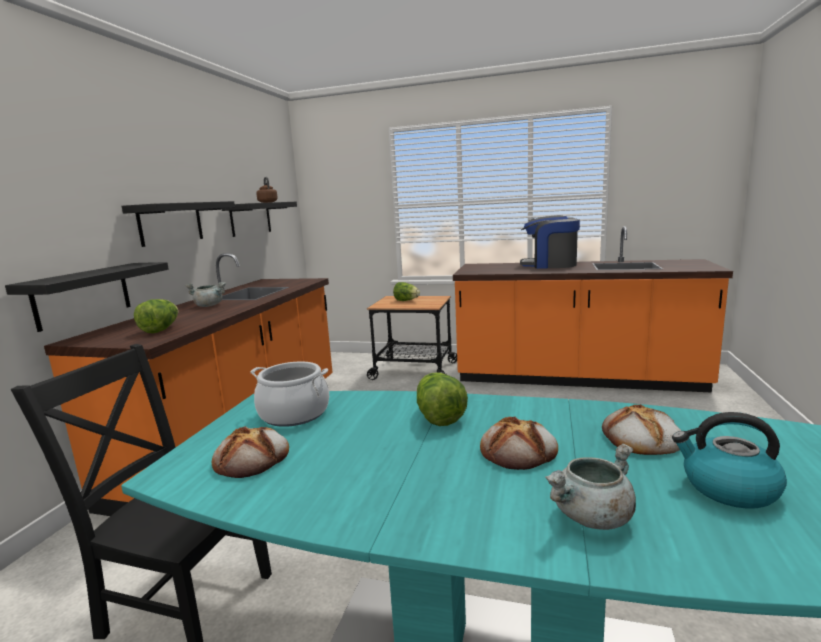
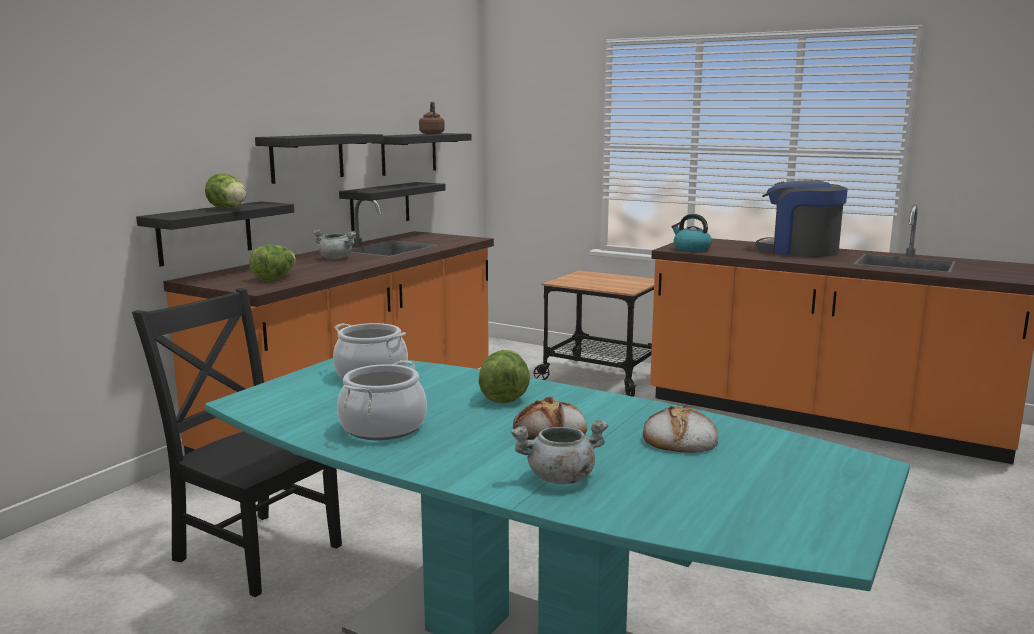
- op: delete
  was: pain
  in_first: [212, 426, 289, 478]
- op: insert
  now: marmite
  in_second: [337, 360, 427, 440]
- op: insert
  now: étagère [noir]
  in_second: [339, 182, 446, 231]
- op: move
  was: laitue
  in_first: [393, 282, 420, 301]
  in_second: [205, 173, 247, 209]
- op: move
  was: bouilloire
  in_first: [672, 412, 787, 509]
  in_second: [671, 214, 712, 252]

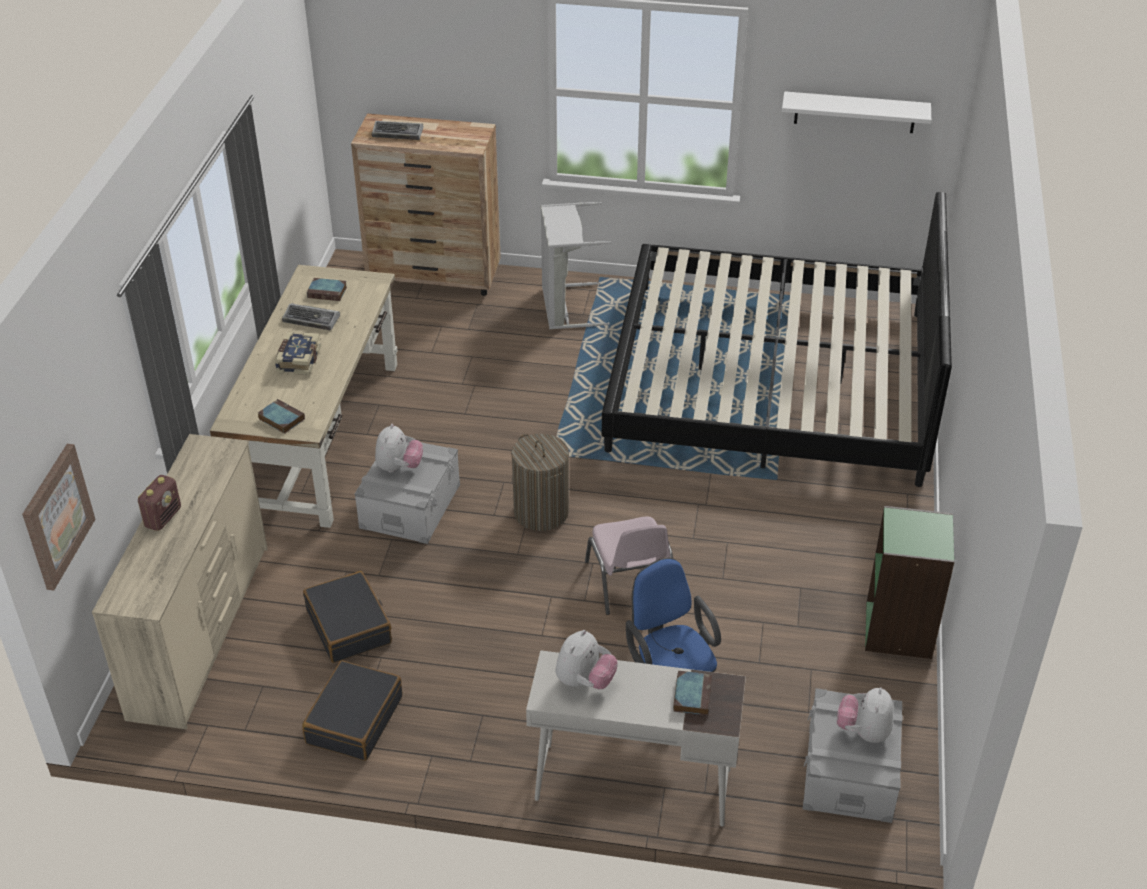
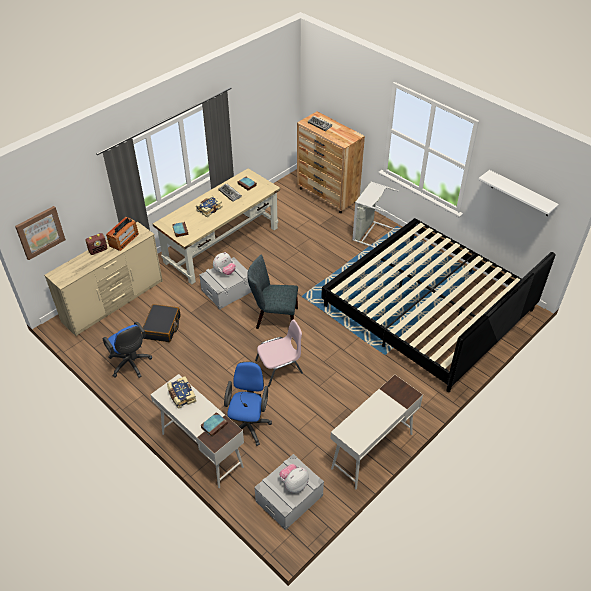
- op: insert
  now: radio
  in_second: [106, 217, 139, 251]
- op: replace
  was: valise [noir]
  now: chaise de bureau [bleu]
  in_first: [302, 660, 402, 761]
  in_second: [103, 322, 152, 378]
- op: replace
  was: panier à linge
  now: chaise [gris]
  in_first: [511, 434, 569, 531]
  in_second: [247, 255, 298, 329]
- op: replace
  was: peluche
  now: livre
  in_first: [556, 630, 618, 689]
  in_second: [167, 376, 196, 408]
- op: replace
  was: bibliothèque [vert]
  now: bureau [blanc]
  in_first: [865, 506, 954, 659]
  in_second: [330, 375, 423, 490]
- op: rotate
  was: chaise [rose]
  in_first: [585, 516, 673, 615]
  in_second: [255, 320, 303, 386]
  clockwise: -135

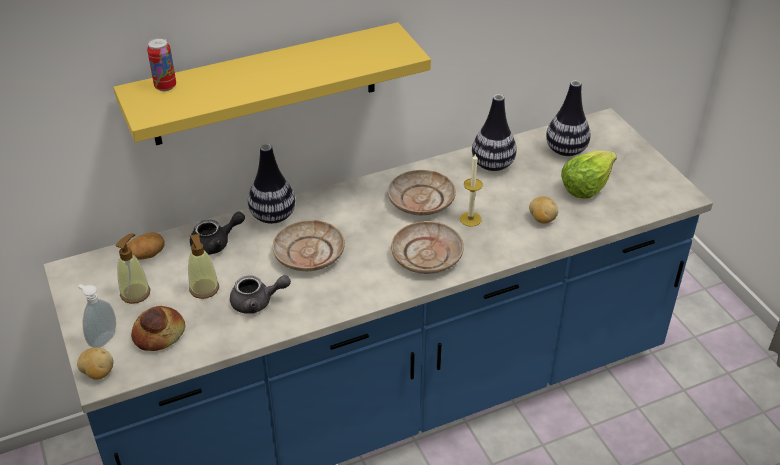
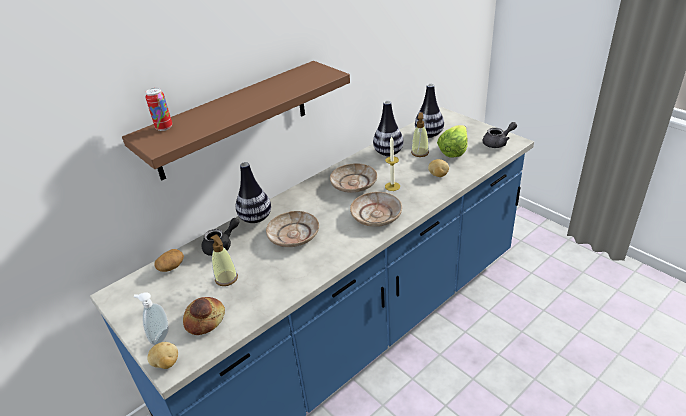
- op: move
  was: distributeur de savon
  in_first: [115, 233, 150, 304]
  in_second: [411, 112, 429, 157]
- op: move
  was: théière [gris]
  in_first: [230, 275, 291, 314]
  in_second: [483, 122, 517, 148]
- op: recolor
  was: étagère [jaune]
  now: étagère [marron]
  in_first: [114, 22, 431, 145]
  in_second: [122, 61, 350, 180]

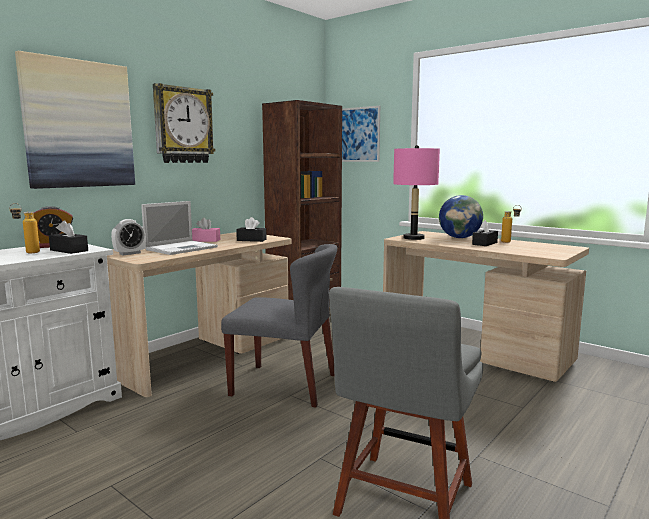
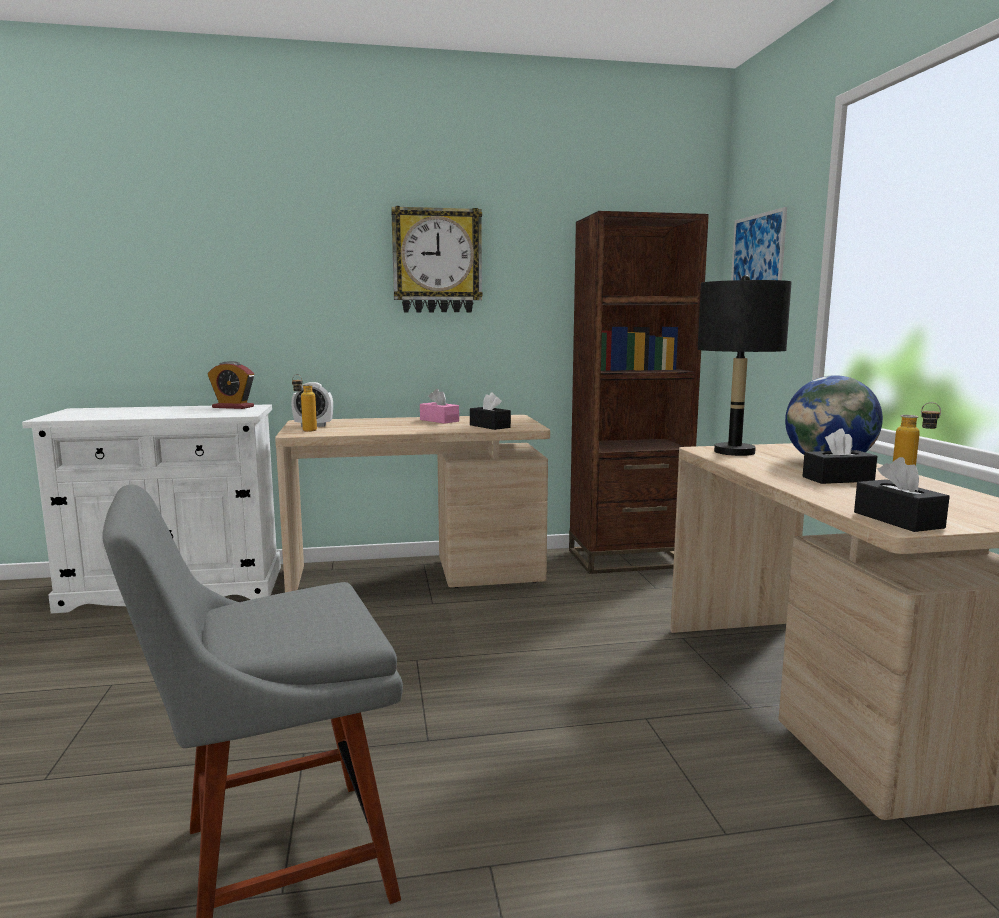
- op: delete
  was: tableau
  in_first: [15, 51, 135, 189]
- op: delete
  was: ordinateur portable
  in_first: [141, 201, 218, 255]
- op: delete
  was: chaise [gris]
  in_first: [221, 244, 337, 407]
- op: move
  was: bouteille
  in_first: [9, 203, 40, 253]
  in_second: [292, 374, 317, 432]
- op: move
  was: boîte à mouchoirs [noir]
  in_first: [49, 220, 88, 254]
  in_second: [854, 457, 950, 532]
- op: recolor
  was: lampe de table [rose]
  now: lampe de table [noir]
  in_first: [393, 145, 440, 240]
  in_second: [697, 275, 792, 456]

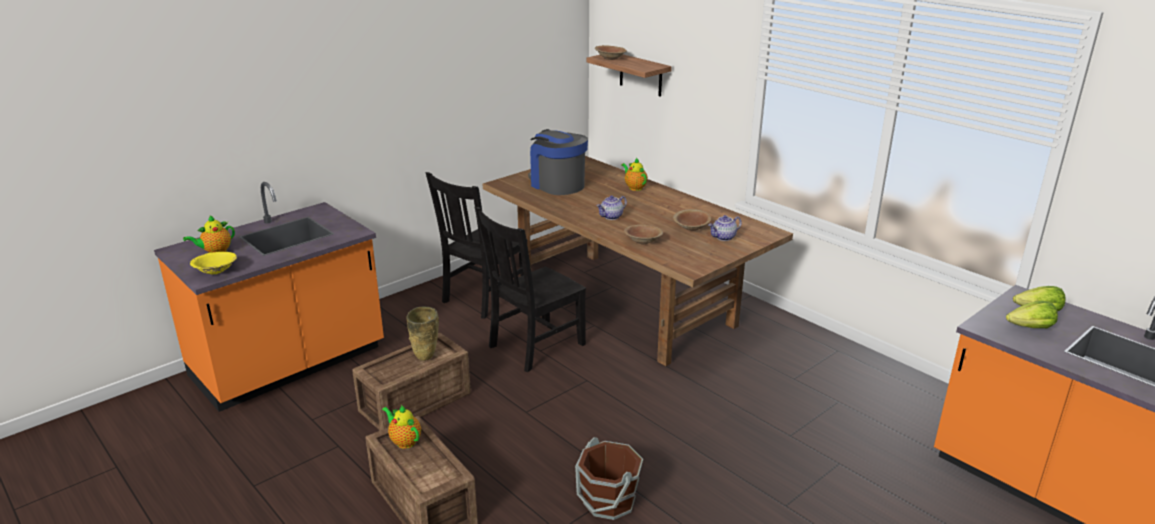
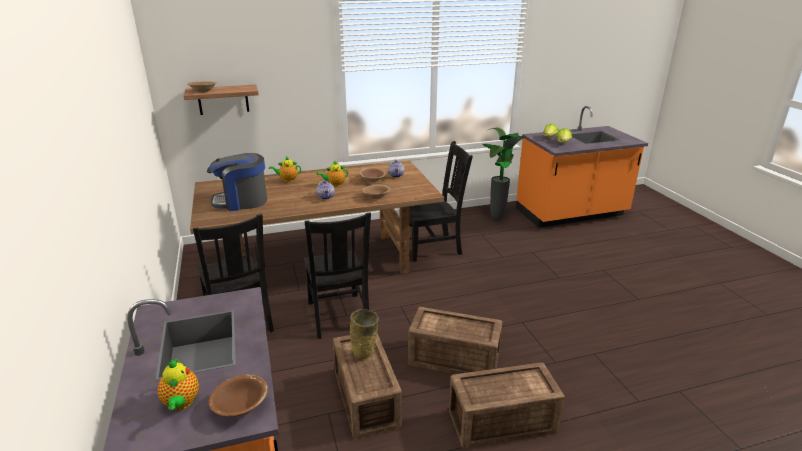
- op: delete
  was: seau [marron]
  in_first: [575, 437, 643, 520]
- op: insert
  now: caisse
  in_second: [408, 307, 502, 374]
- op: insert
  now: chaise [noir]
  in_second: [409, 141, 473, 262]
- op: insert
  now: plante en pot
  in_second: [482, 128, 525, 220]
- op: move
  was: théière
  in_first: [382, 405, 421, 449]
  in_second: [317, 160, 348, 187]
- op: recolor
  was: bol [jaune]
  now: bol [marron]
  in_first: [190, 252, 237, 274]
  in_second: [209, 374, 268, 417]

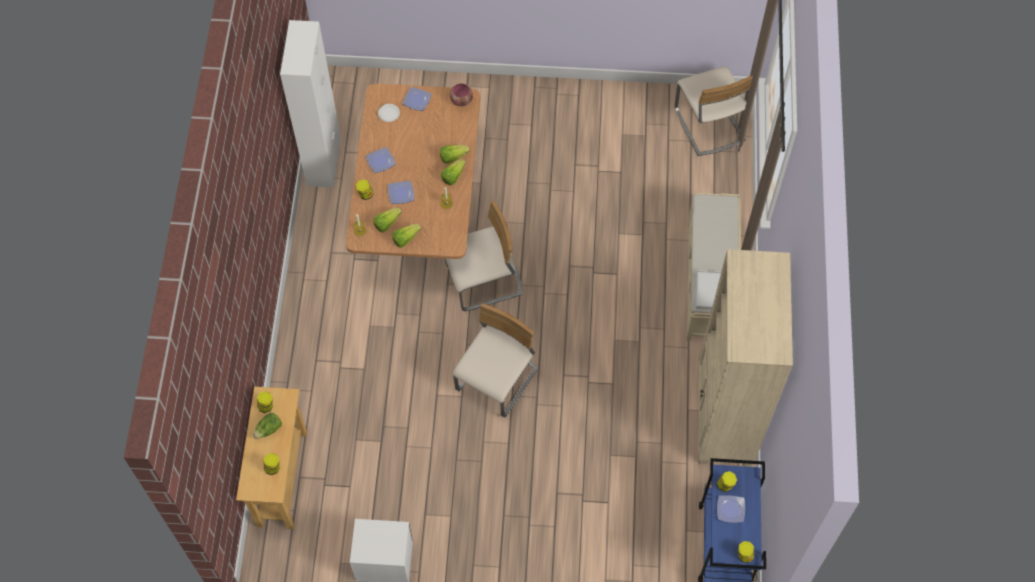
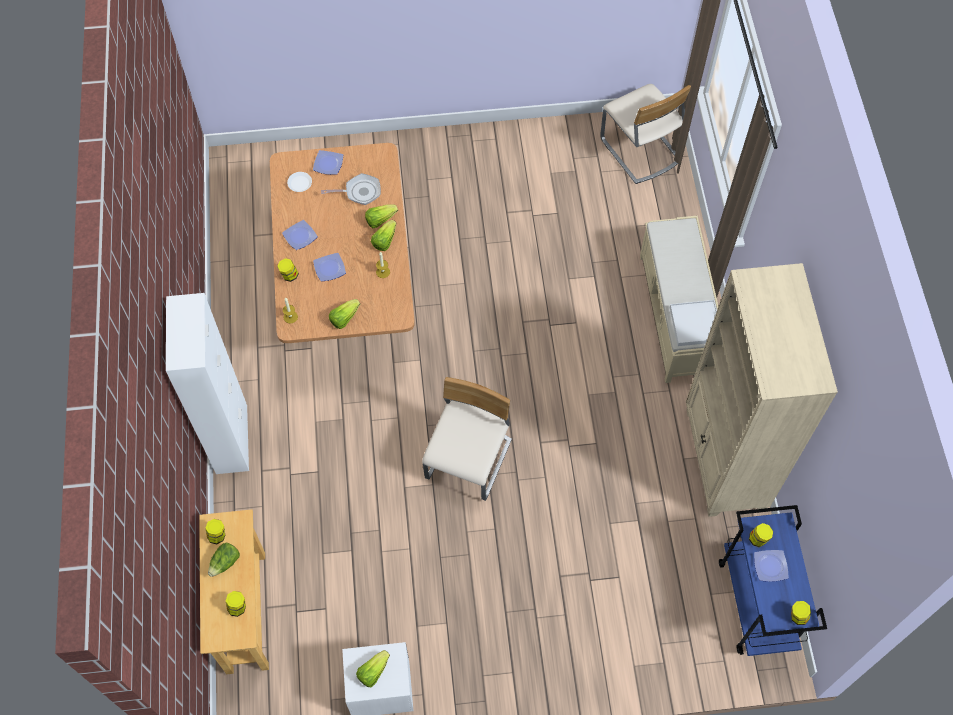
- op: delete
  was: chaise [beige]
  in_first: [445, 201, 523, 311]
- op: delete
  was: bol
  in_first: [450, 83, 473, 106]
- op: insert
  now: poêle
  in_second: [321, 173, 381, 205]
- op: move
  was: meuble de rangement [blanc]
  in_first: [280, 20, 341, 188]
  in_second: [166, 293, 249, 474]
- op: move
  was: laitue
  in_first: [373, 208, 402, 232]
  in_second: [356, 650, 390, 687]

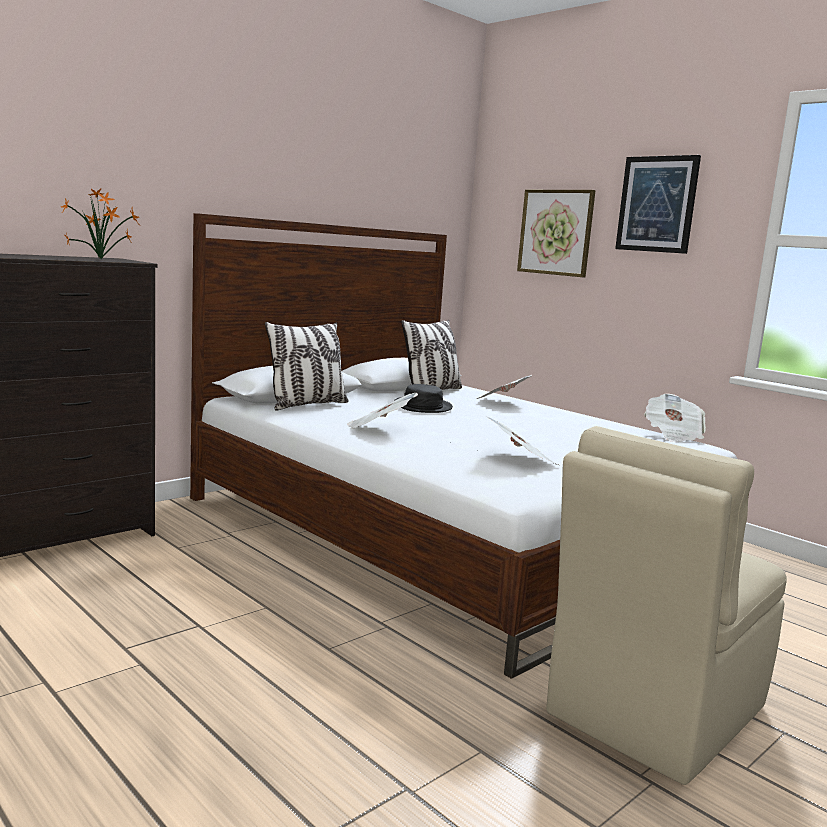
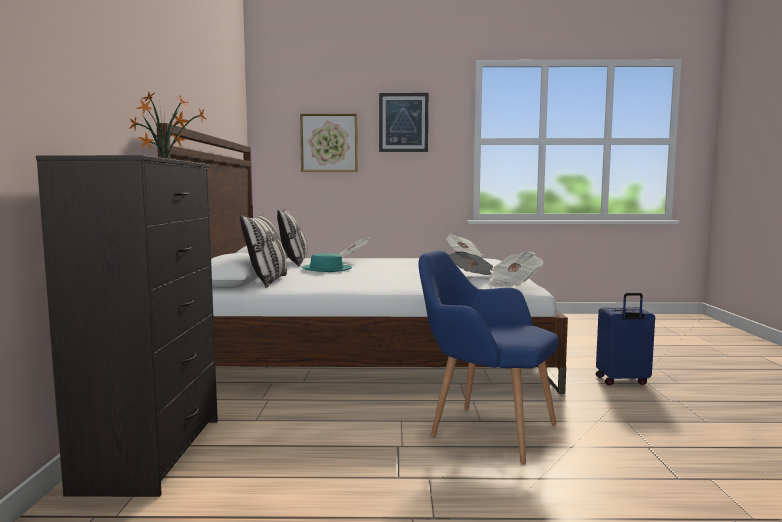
- op: insert
  now: fauteuil [bleu]
  in_second: [419, 250, 558, 464]
- op: move
  was: journal
  in_first: [347, 393, 418, 429]
  in_second: [488, 252, 543, 287]
- op: replace
  was: chaise [beige]
  now: valise [bleu]
  in_first: [546, 426, 787, 785]
  in_second: [596, 293, 655, 385]
- op: recolor
  was: chapeau [noir]
  now: chapeau [turquoise]
  in_first: [394, 384, 453, 413]
  in_second: [302, 253, 352, 272]

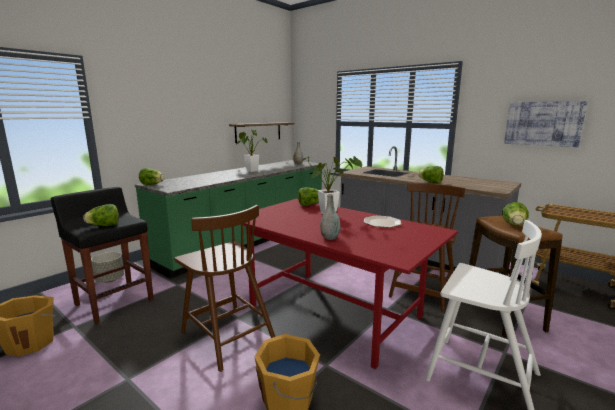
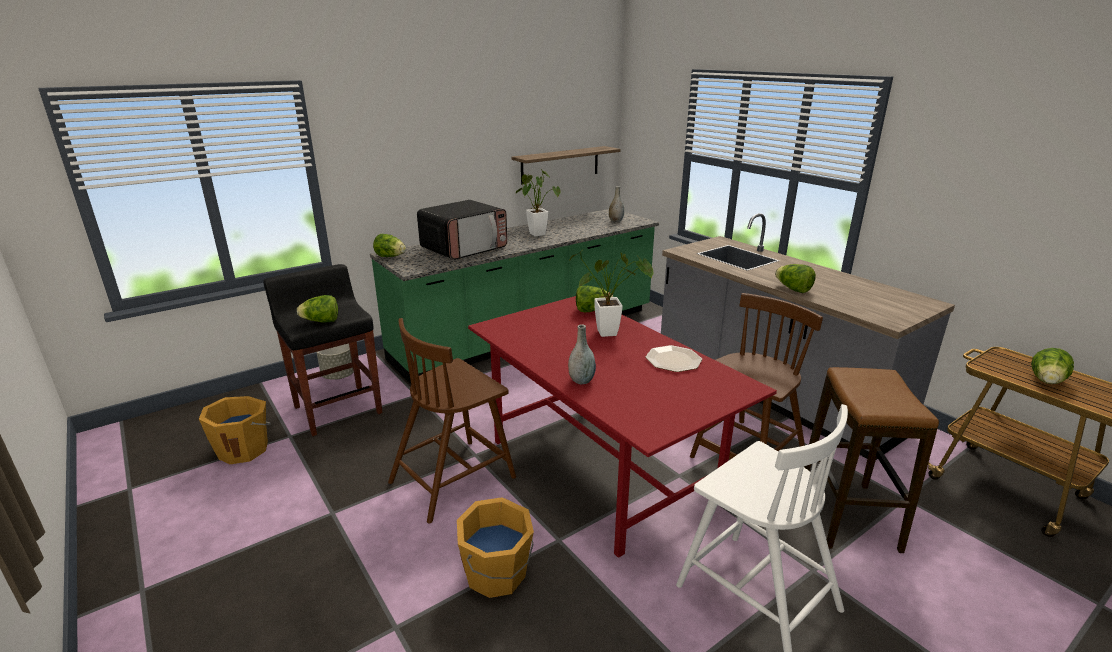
- op: delete
  was: tableau
  in_first: [504, 101, 588, 147]
- op: insert
  now: micro-ondes
  in_second: [417, 200, 507, 260]
- op: move
  was: laitue
  in_first: [502, 202, 529, 225]
  in_second: [1031, 348, 1074, 384]
- op: rotate
  was: chaise [marron]
  in_first: [174, 205, 275, 372]
  in_second: [388, 318, 516, 524]
  clockwise: 75

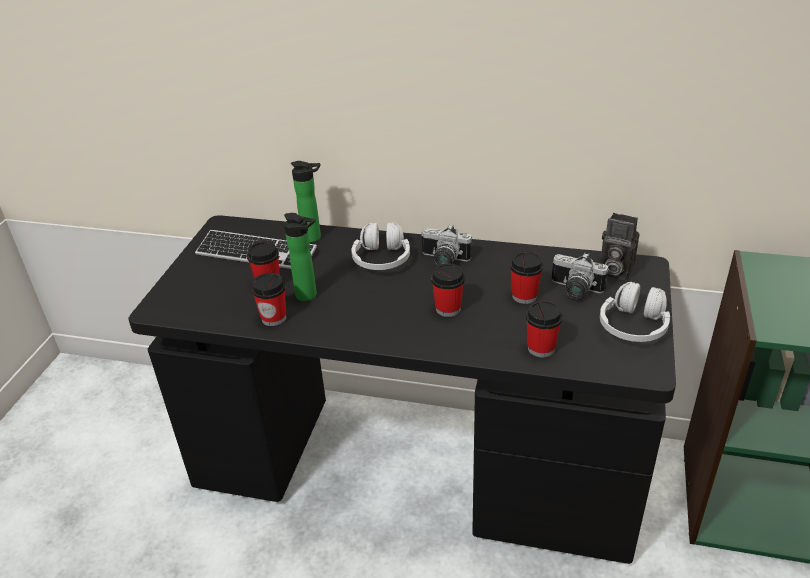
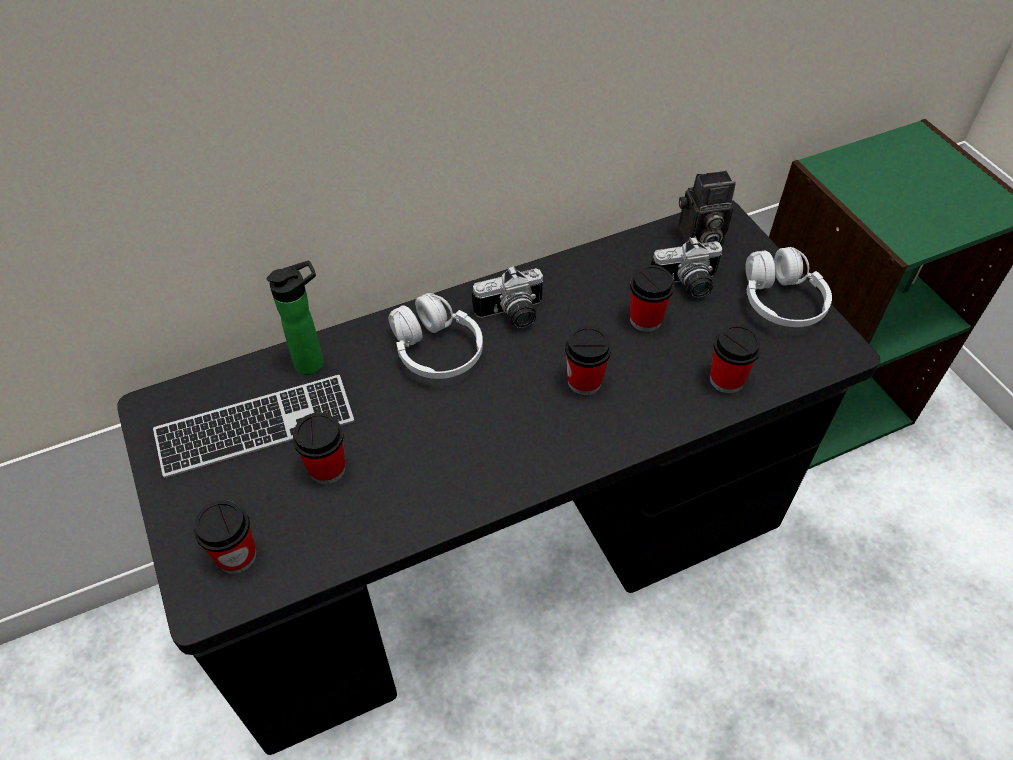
- op: delete
  was: bouteille
  in_first: [284, 213, 317, 301]
- op: move
  was: tasse
  in_first: [252, 273, 287, 326]
  in_second: [194, 500, 257, 574]

